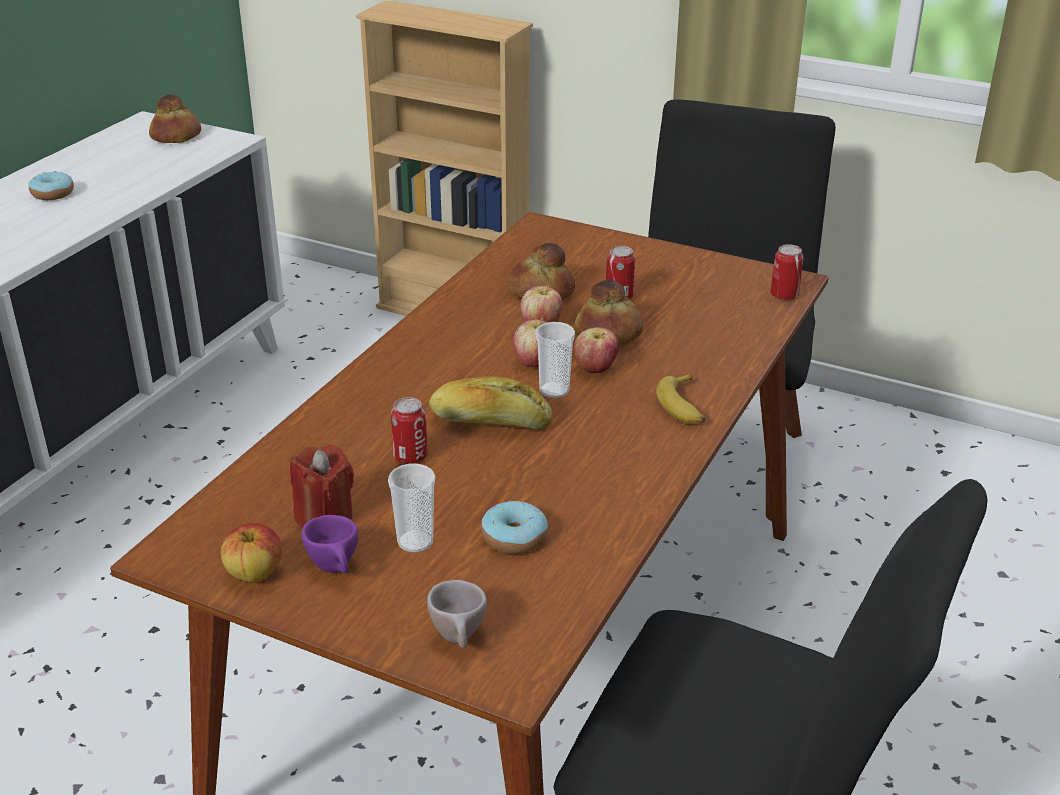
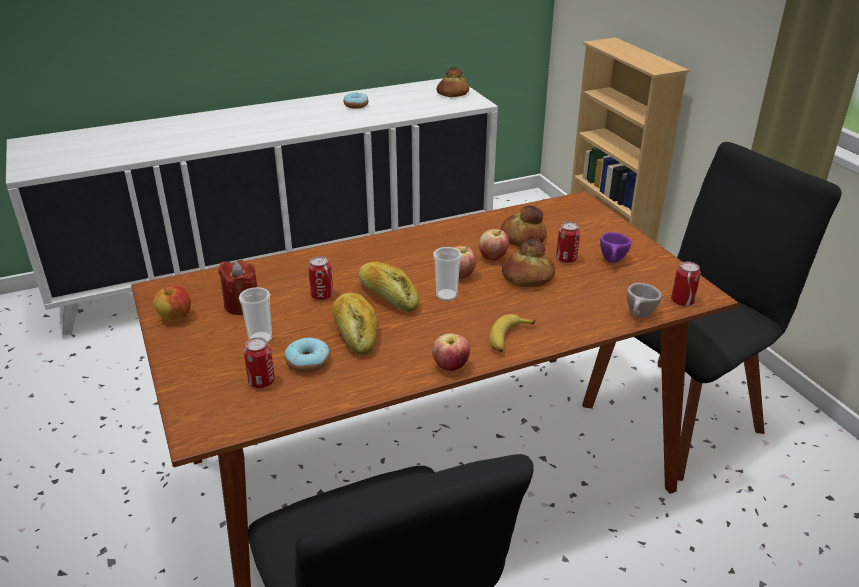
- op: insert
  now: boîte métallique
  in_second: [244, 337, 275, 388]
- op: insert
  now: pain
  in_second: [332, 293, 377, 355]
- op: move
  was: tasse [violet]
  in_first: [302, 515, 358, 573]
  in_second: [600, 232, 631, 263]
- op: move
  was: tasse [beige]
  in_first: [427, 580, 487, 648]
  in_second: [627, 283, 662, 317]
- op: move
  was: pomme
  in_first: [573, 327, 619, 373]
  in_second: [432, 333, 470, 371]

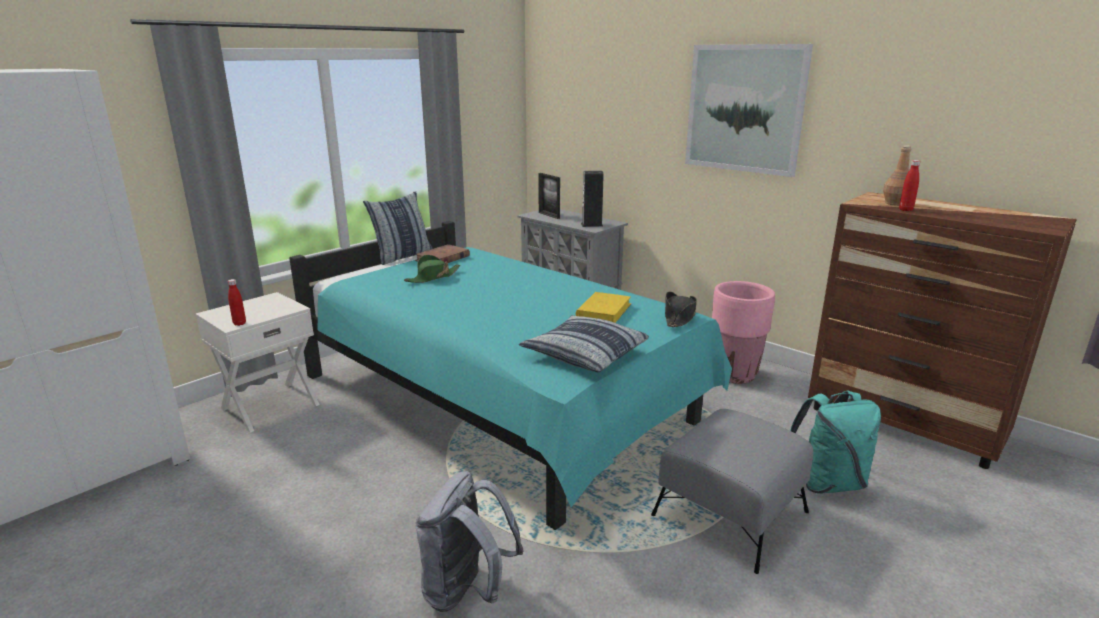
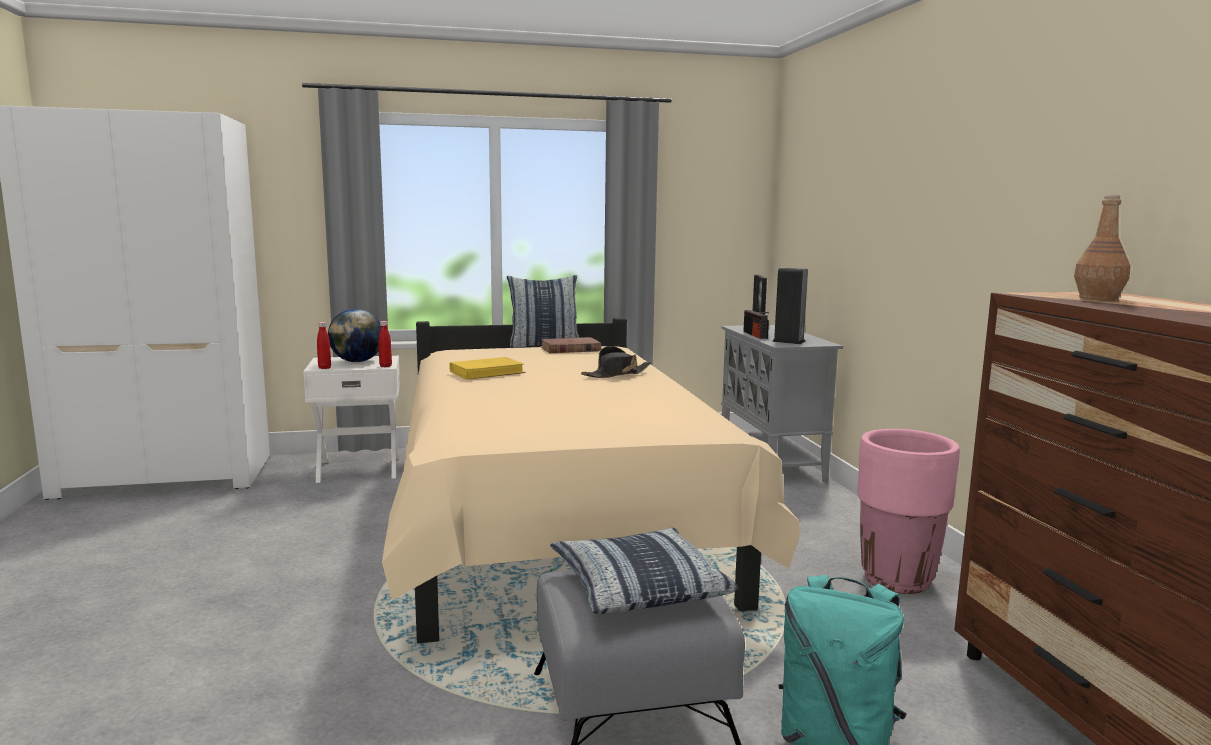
- op: delete
  was: chapeau [vert]
  in_first: [404, 255, 460, 283]
- op: delete
  was: sac à dos [gris]
  in_first: [415, 471, 524, 612]
- op: delete
  was: tableau
  in_first: [685, 44, 813, 177]
- op: insert
  now: globe
  in_second: [328, 309, 381, 362]
- op: insert
  now: radio
  in_second: [743, 310, 769, 339]
- op: move
  was: coussin
  in_first: [519, 315, 649, 372]
  in_second: [550, 528, 739, 614]
- op: move
  was: livre [jaune]
  in_first: [576, 292, 631, 323]
  in_second: [449, 357, 526, 380]
- op: move
  was: chapeau [noir]
  in_first: [665, 292, 697, 327]
  in_second: [581, 346, 651, 378]
- op: move
  was: bouteille [rouge]
  in_first: [899, 160, 920, 211]
  in_second: [379, 321, 392, 367]
- op: recolor
  was: lit [turquoise]
  now: lit [beige]
  in_first: [289, 221, 732, 530]
  in_second: [382, 318, 800, 643]

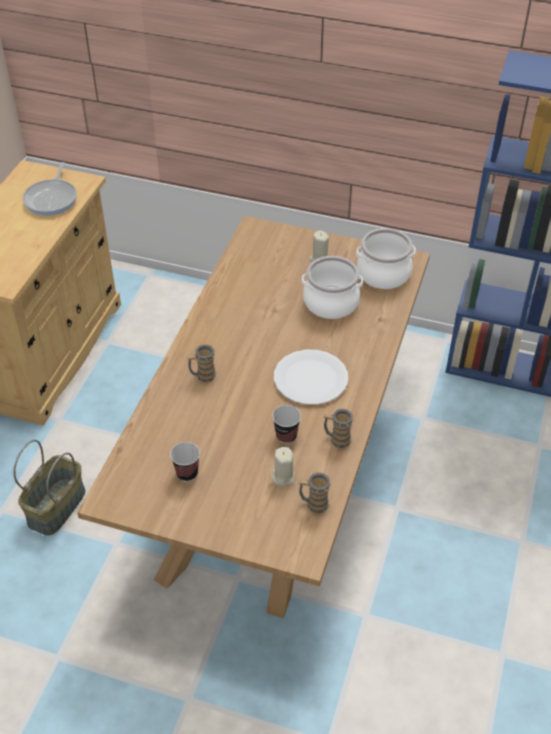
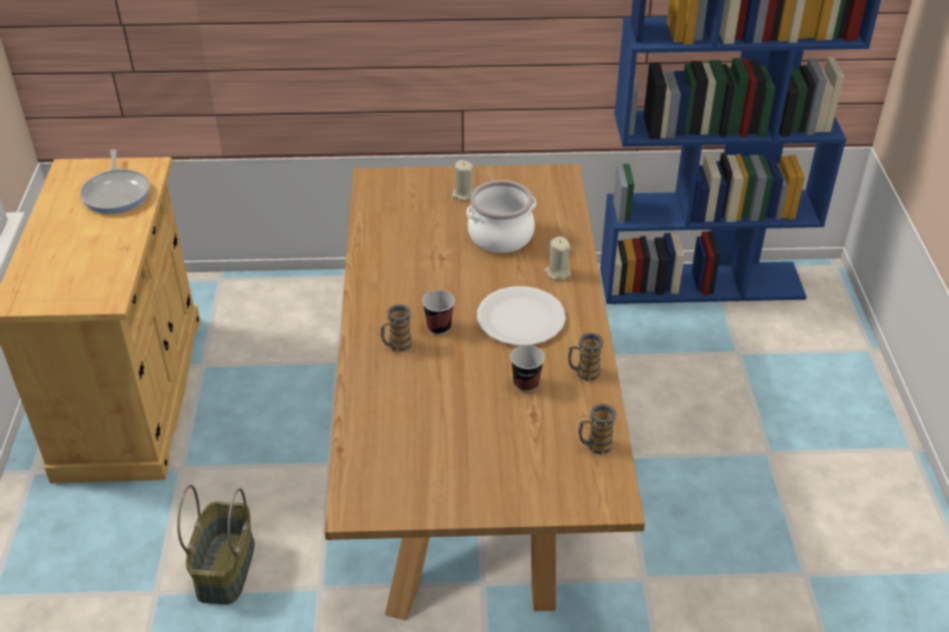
- op: delete
  was: marmite
  in_first: [356, 228, 416, 289]
- op: move
  was: tasse
  in_first: [170, 442, 200, 482]
  in_second: [422, 290, 455, 335]
- op: move
  was: bougie [beige]
  in_first: [272, 447, 295, 487]
  in_second: [544, 237, 571, 281]

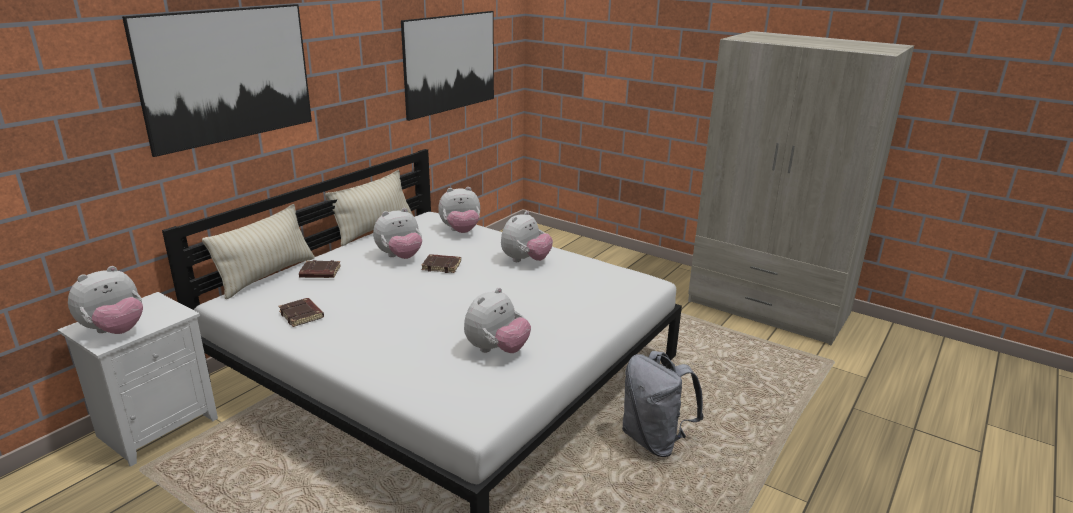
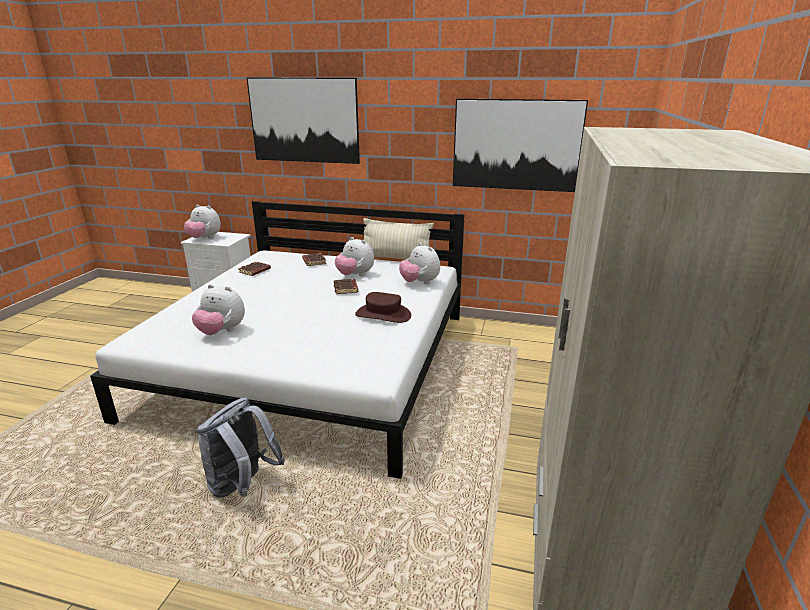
- op: delete
  was: coussin [beige]
  in_first: [202, 204, 315, 299]
- op: replace
  was: peluche
  now: chapeau [marron]
  in_first: [501, 211, 553, 262]
  in_second: [355, 292, 411, 323]

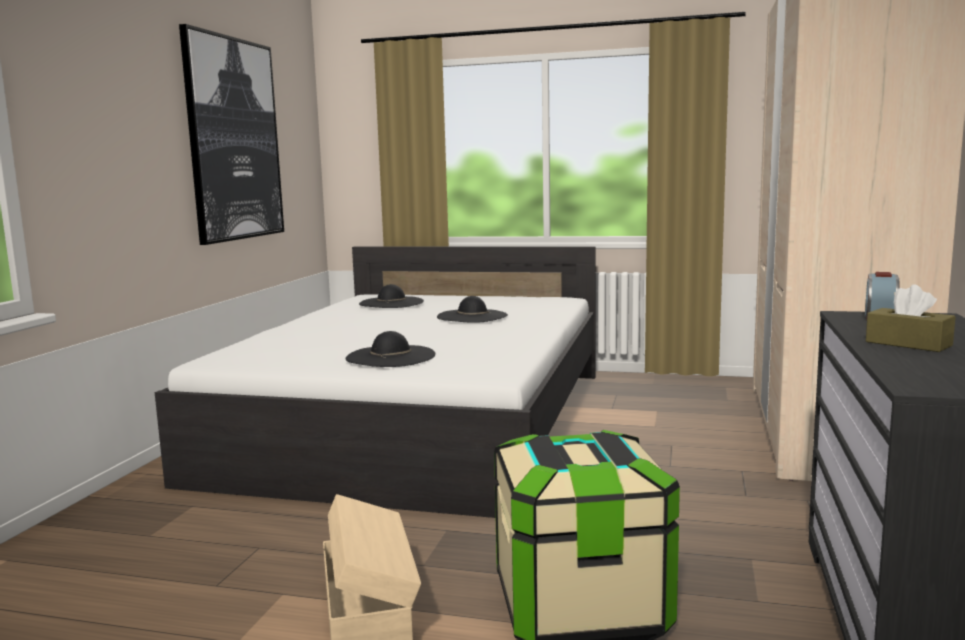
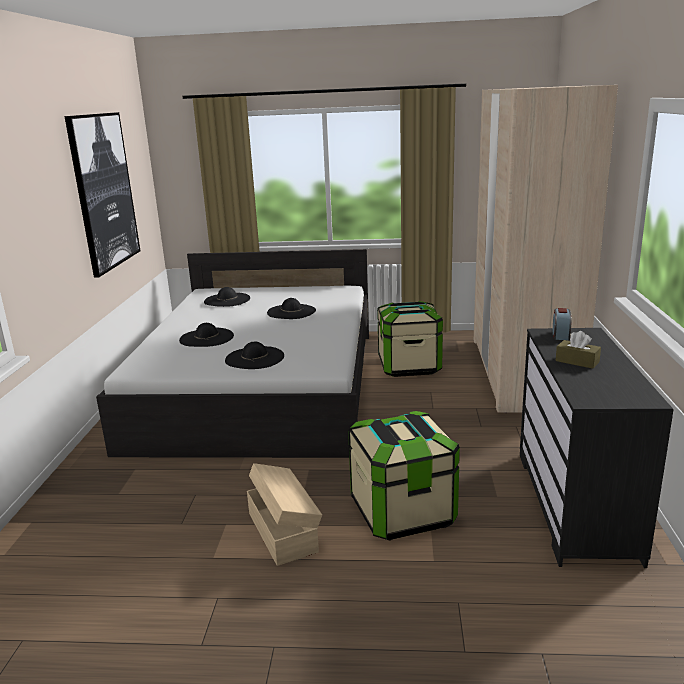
- op: insert
  now: chapeau [noir]
  in_second: [179, 323, 234, 347]
- op: insert
  now: boîte de rangement
  in_second: [377, 301, 443, 377]

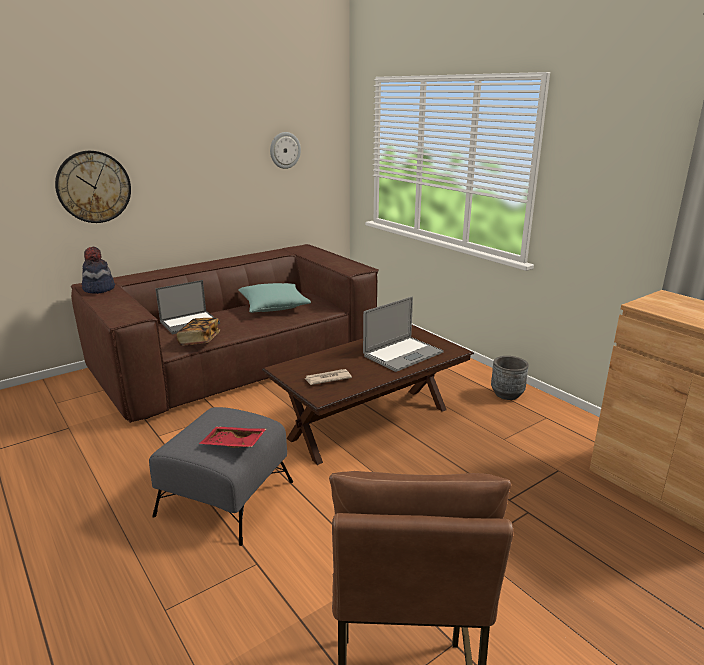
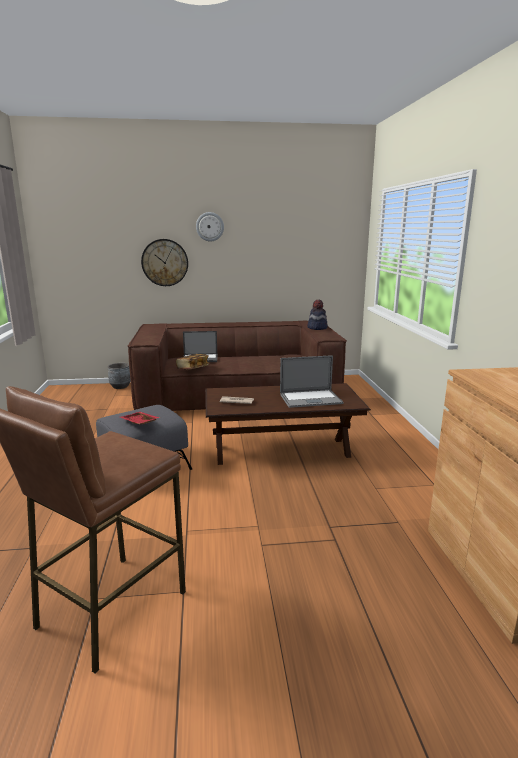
- op: delete
  was: coussin [turquoise]
  in_first: [238, 283, 311, 313]
- op: move
  was: chapeau
  in_first: [82, 247, 115, 294]
  in_second: [307, 300, 328, 330]
- op: move
  was: horloge murale
  in_first: [270, 132, 301, 169]
  in_second: [196, 212, 224, 241]
- op: move
  was: cache-pot [gris]
  in_first: [491, 356, 529, 400]
  in_second: [108, 363, 131, 389]

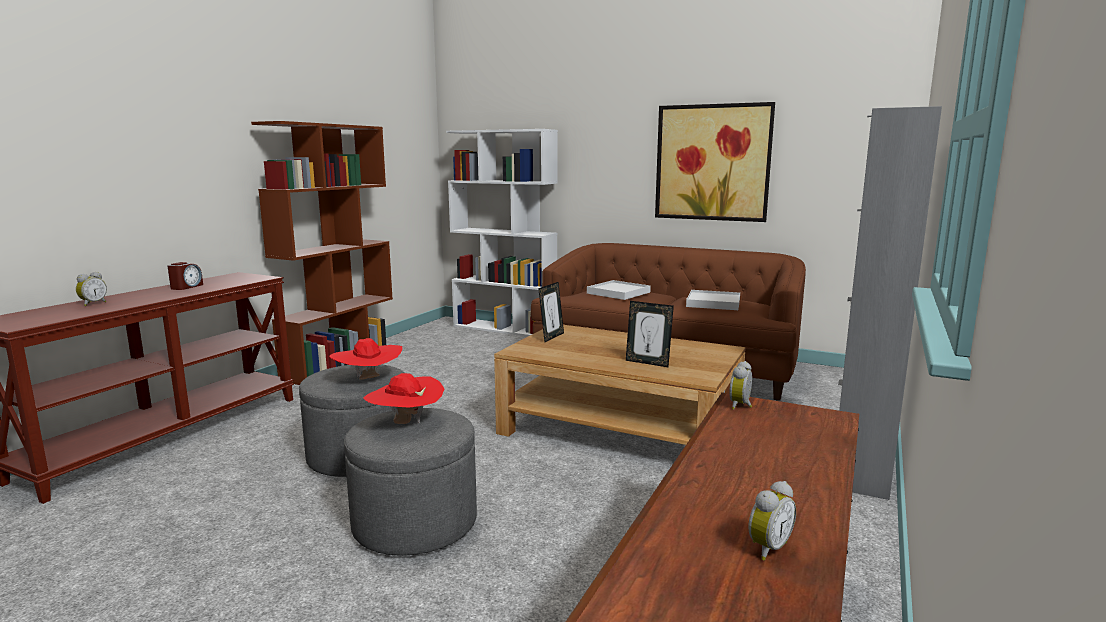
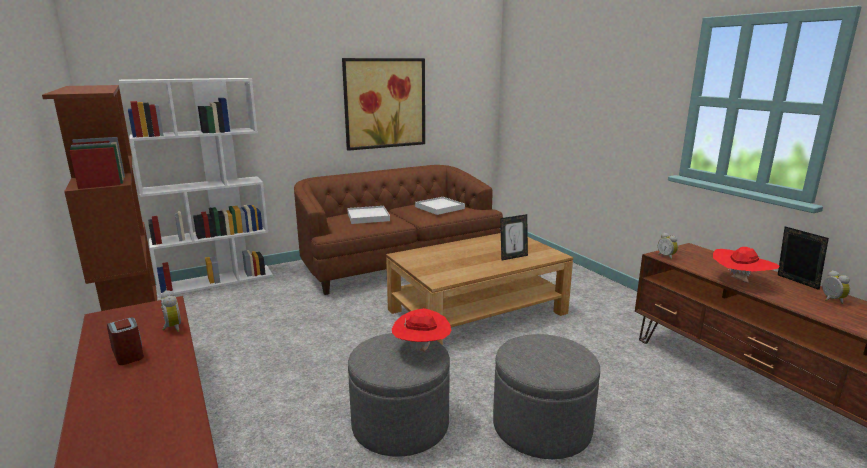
- op: delete
  was: meuble de rangement [gris]
  in_first: [838, 106, 942, 500]
- op: move
  was: réveil
  in_first: [76, 272, 107, 306]
  in_second: [161, 290, 181, 332]
- op: move
  was: chapeau [rouge]
  in_first: [363, 373, 445, 424]
  in_second: [713, 247, 779, 283]
- op: move
  was: cadre photo
  in_first: [538, 282, 564, 342]
  in_second: [778, 226, 829, 290]

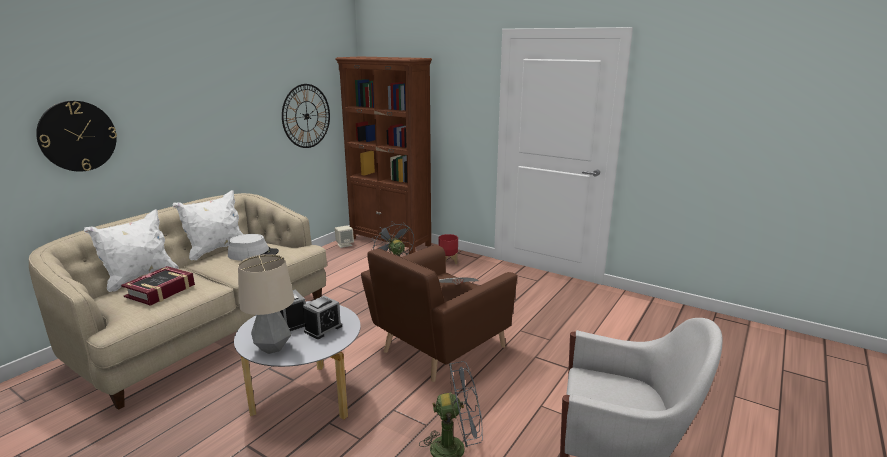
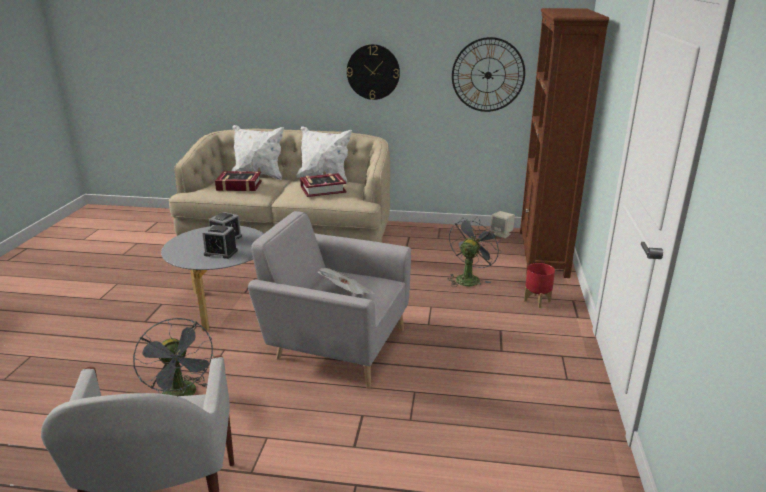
- op: delete
  was: lampe de table
  in_first: [238, 254, 294, 354]
- op: move
  was: horloge murale
  in_first: [36, 101, 117, 172]
  in_second: [347, 44, 400, 100]
- op: replace
  was: chapeau [gris]
  now: livre
  in_first: [228, 234, 279, 261]
  in_second: [300, 173, 347, 197]
- op: recolor
  was: fauteuil [marron]
  now: fauteuil [gris]
  in_first: [361, 245, 517, 382]
  in_second: [248, 211, 411, 388]

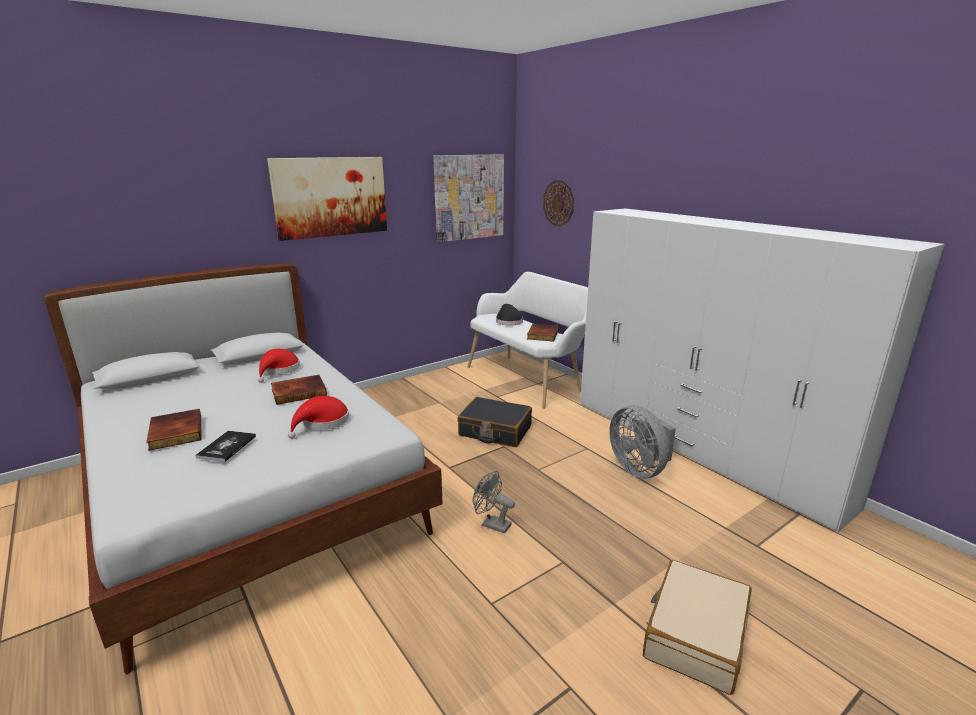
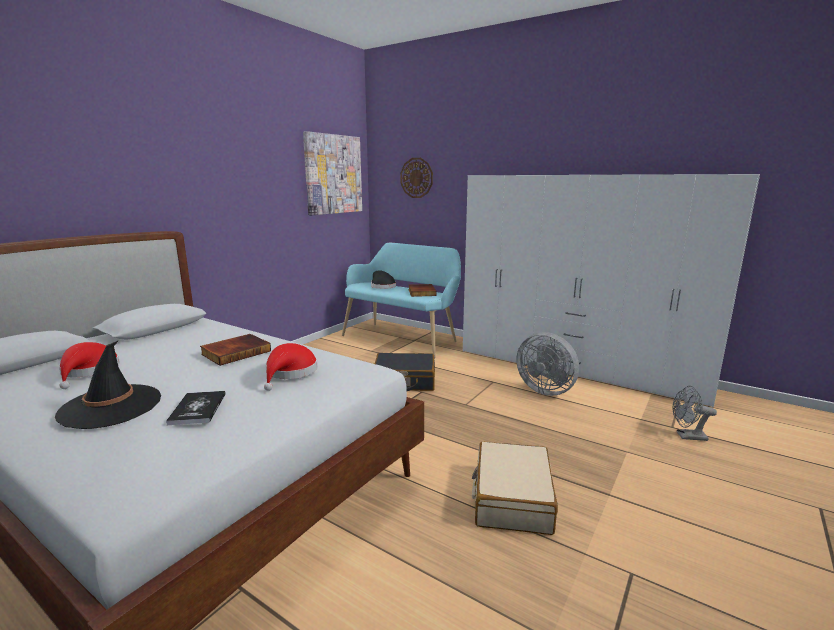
- op: delete
  was: tableau
  in_first: [267, 157, 387, 241]
- op: move
  was: chapeau [rouge]
  in_first: [258, 349, 300, 383]
  in_second: [59, 342, 120, 389]
- op: move
  was: ventilateur [gris]
  in_first: [473, 471, 515, 534]
  in_second: [672, 386, 717, 441]
- op: move
  was: valise [beige]
  in_first: [643, 560, 752, 695]
  in_second: [472, 441, 558, 535]
- op: replace
  was: livre
  now: chapeau [noir]
  in_first: [146, 409, 201, 451]
  in_second: [55, 340, 161, 429]
- op: recolor
  was: banc [blanc]
  now: banc [turquoise]
  in_first: [468, 272, 588, 409]
  in_second: [342, 243, 461, 358]

